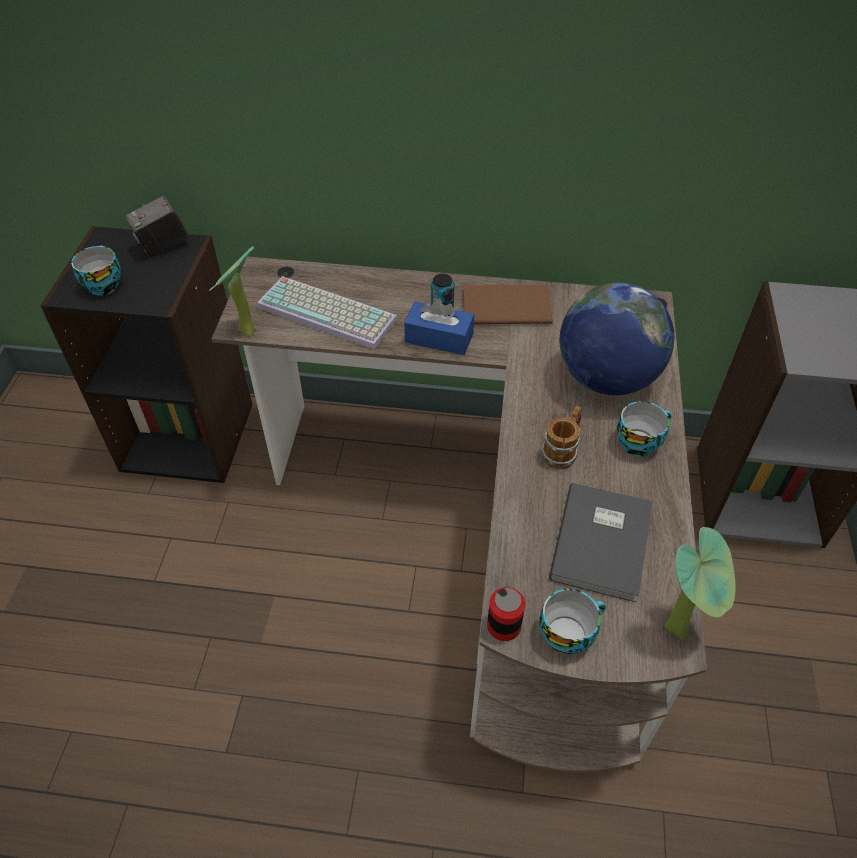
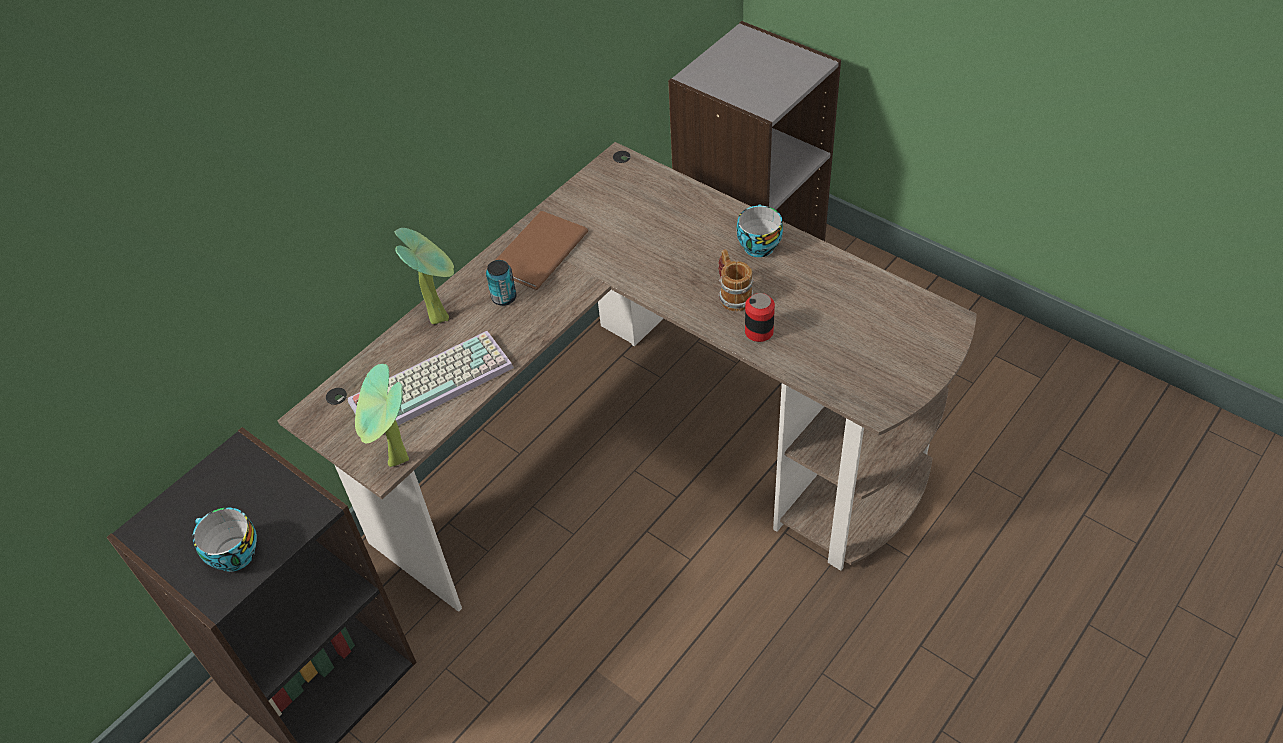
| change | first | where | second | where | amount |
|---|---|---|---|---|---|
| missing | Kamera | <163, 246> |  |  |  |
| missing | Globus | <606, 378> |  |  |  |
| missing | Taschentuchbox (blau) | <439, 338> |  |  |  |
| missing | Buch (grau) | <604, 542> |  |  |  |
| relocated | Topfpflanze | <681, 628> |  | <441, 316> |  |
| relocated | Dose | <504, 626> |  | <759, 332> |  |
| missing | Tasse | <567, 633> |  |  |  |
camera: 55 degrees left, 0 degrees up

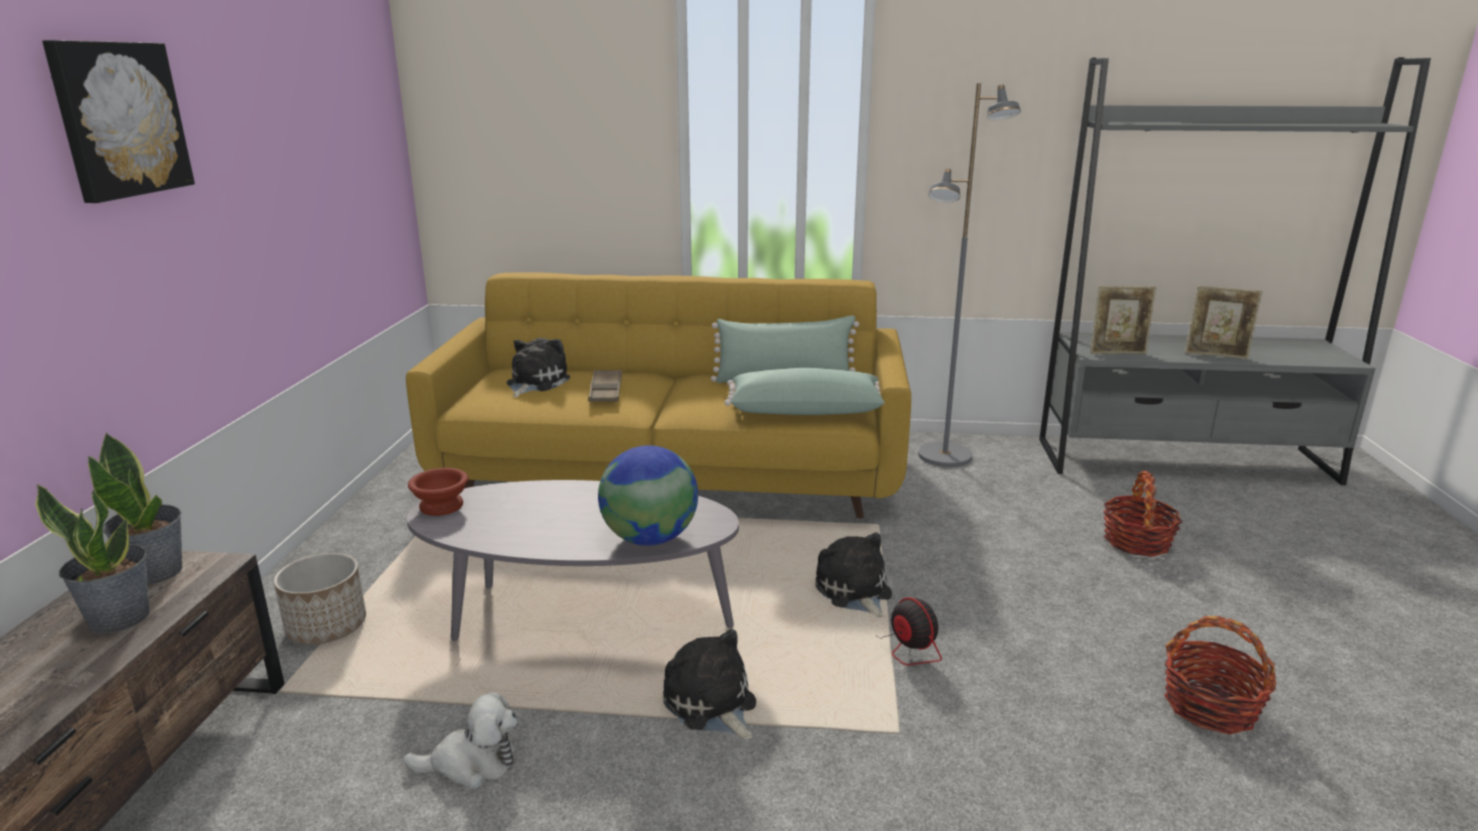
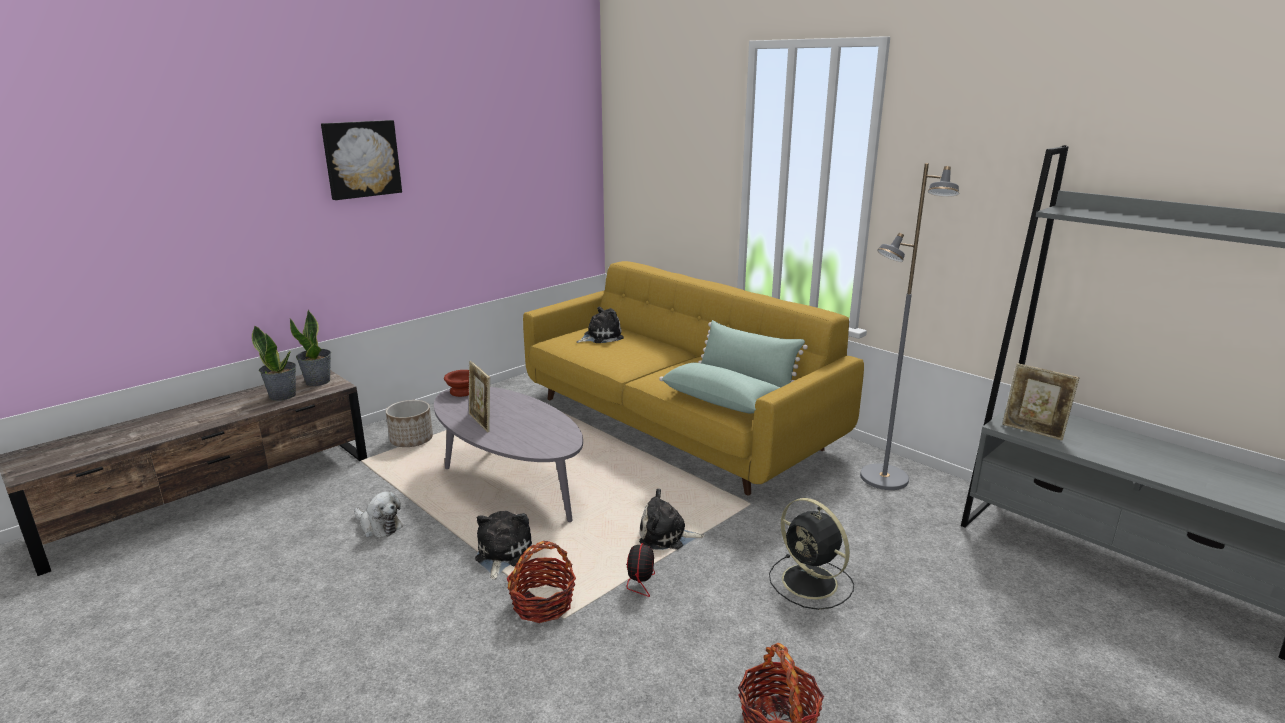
| change | first | where | second | where | amount |
|---|---|---|---|---|---|
| relocated | Bilderrahmen | <1216, 355> |  | <481, 422> |  |
| missing | Tablett (braun) | <606, 391> |  |  |  |
| missing | Globus | <650, 539> |  |  |  |
| relocated | Korb | <1136, 541> |  | <542, 603> |  |
| spun | Plüschtier | <854, 592> |  | <666, 536> | 105 degrees counterclockwise |
| appeared |  |  | Ventilator (schwarz) | <811, 583> |  |
camera: 40 degrees right, 0 degrees up

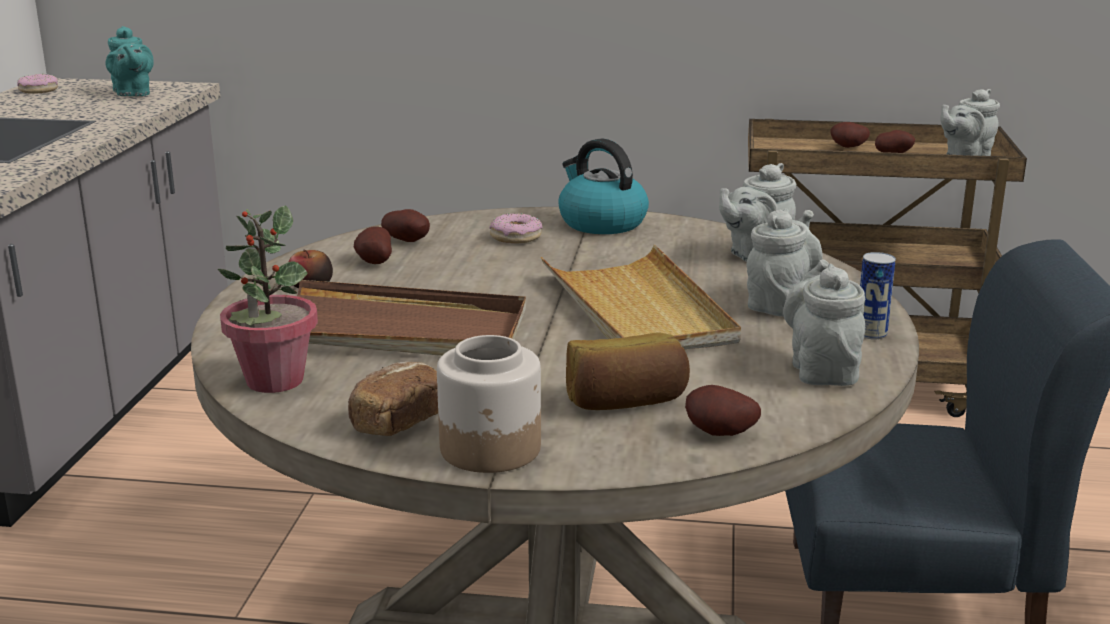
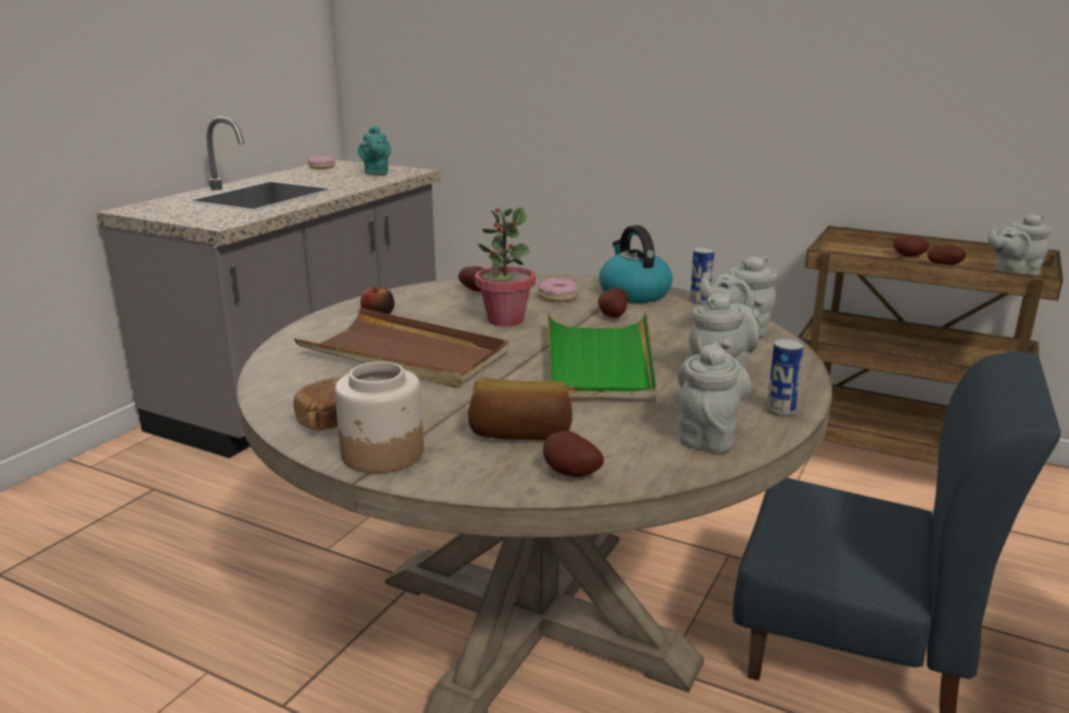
| change | first | where | second | where | amount |
|---|---|---|---|---|---|
| relocated | Topfpflanze | <274, 380> |  | <505, 320> |  |
| relocated | Kartoffel | <373, 263> |  | <611, 316> |  |
| colour | Tablett (beige) | <638, 309> | Tablett (grün) | <599, 363> |  |
| appeared |  |  | Dose | <700, 301> |  |
camera: 20 degrees right, 0 degrees up

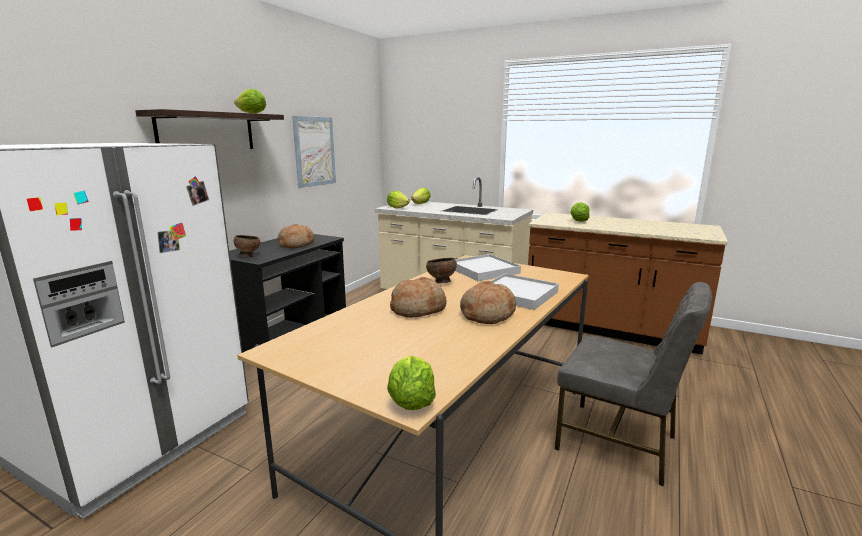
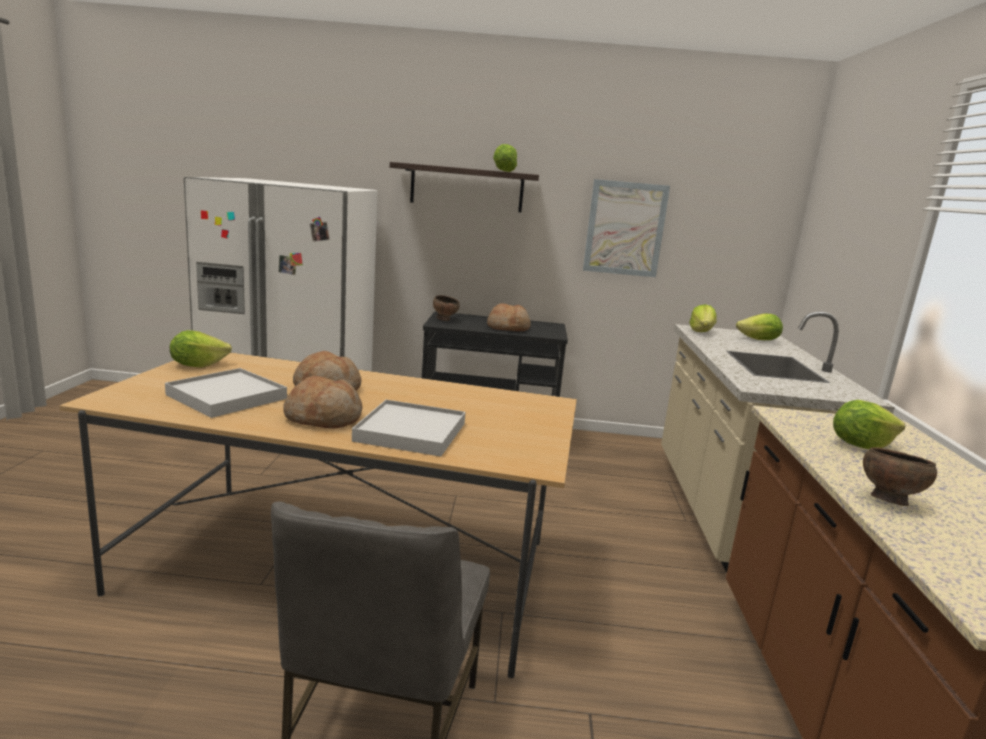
| change | first | where | second | where | amount |
|---|---|---|---|---|---|
| relocated | Tablett (weiß) | <484, 270> |  | <226, 397> |  |
| relocated | Schüssel (braun) | <441, 283> |  | <887, 501> |  |
| relocated | Salatkopf | <411, 401> |  | <198, 365> |  |
camera: 65 degrees right, 0 degrees up

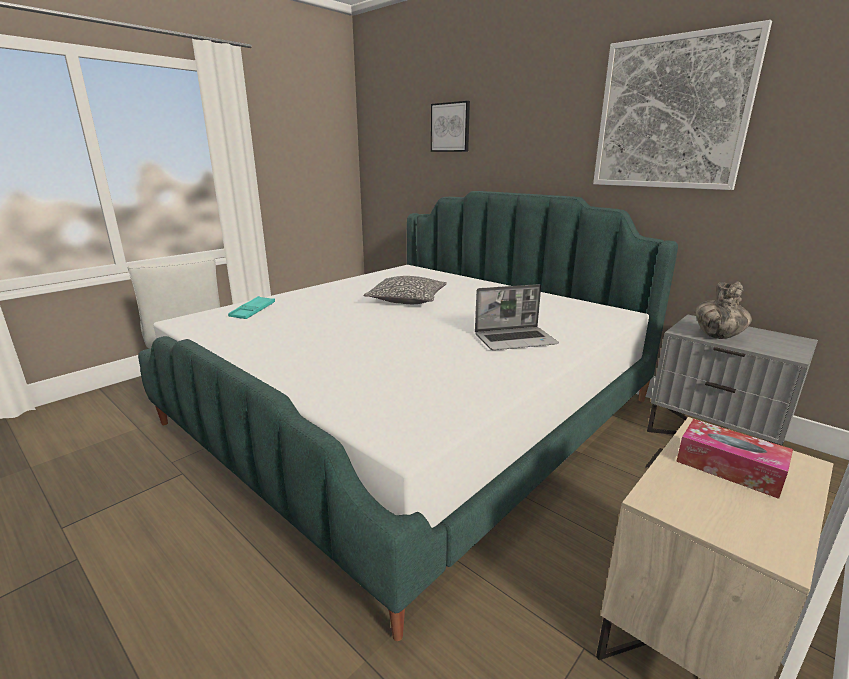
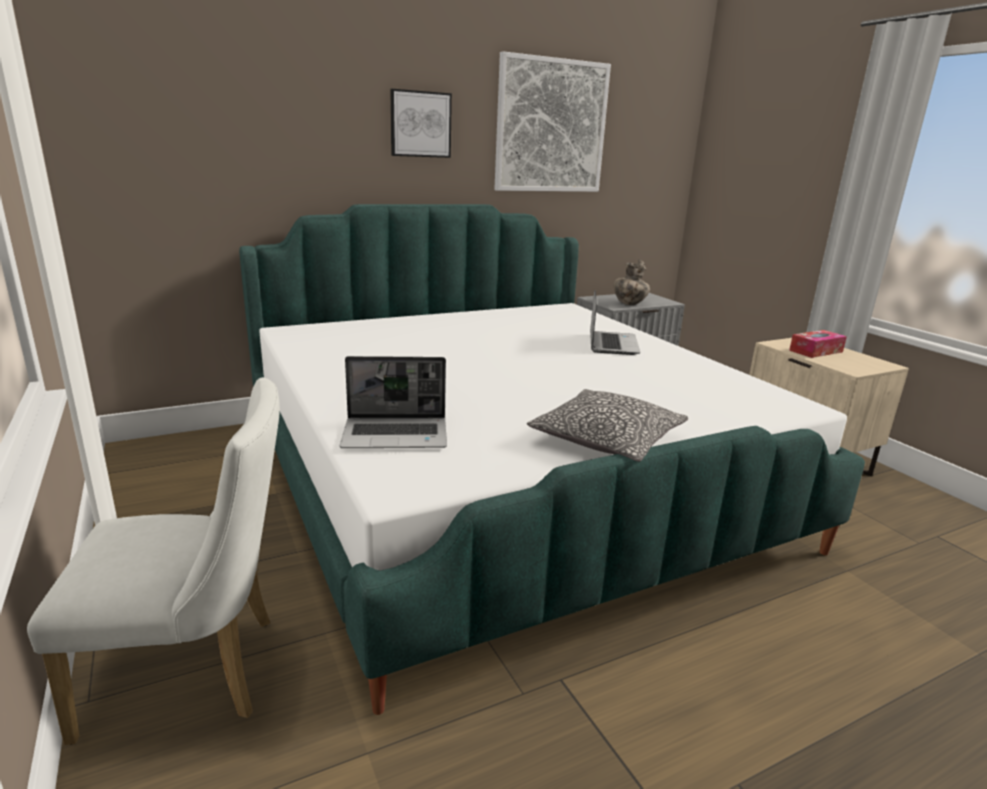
| change | first | where | second | where | amount |
|---|---|---|---|---|---|
| relocated | Bild | <450, 127> |  | <420, 124> |  |
| relocated | Kissen | <407, 300> |  | <607, 440> |  |
| exchanged | Tablett (türkis) | <253, 311> | Laptop | <397, 435> |  |
camera: 70 degrees left, 0 degrees up

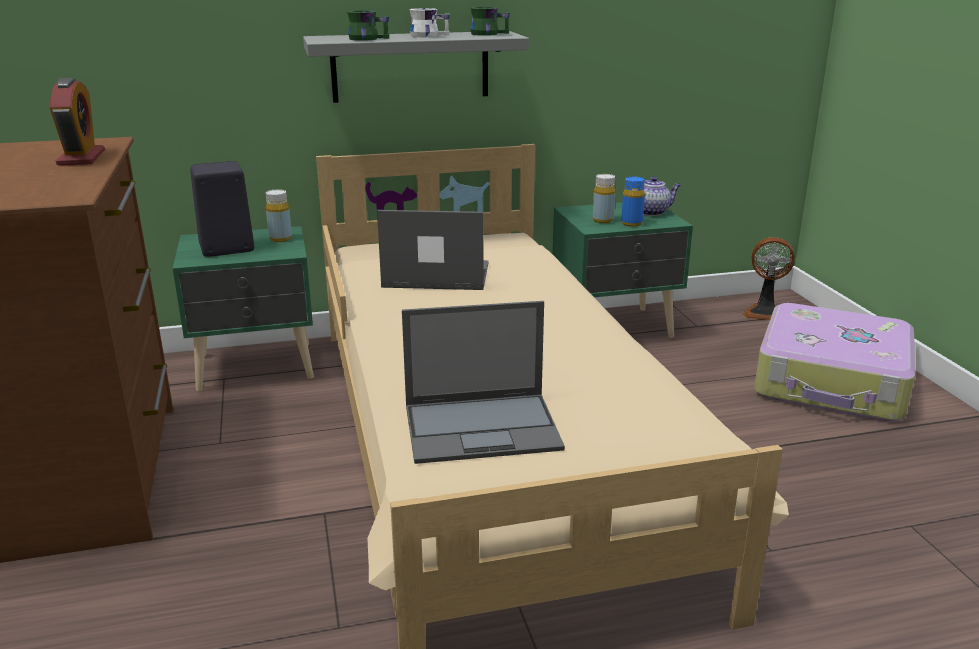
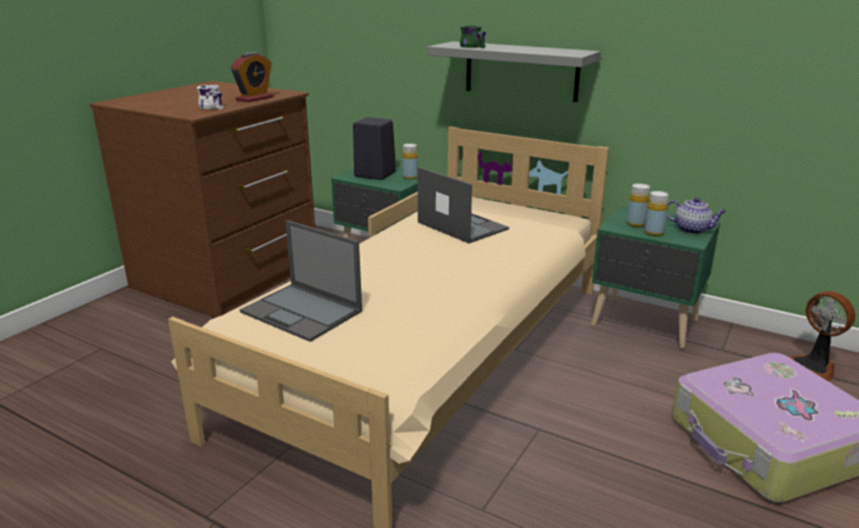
| change | first | where | second | where | amount |
|---|---|---|---|---|---|
| missing | Henkelbecher (grün) | <488, 34> |  |  |  |
| relocated | Henkelbecher (weiß) | <428, 35> |  | <214, 107> |  |
| colour | Flasche (blau) | <631, 223> | Flasche (gelb) | <653, 233> |  |
camera: 45 degrees right, 0 degrees up

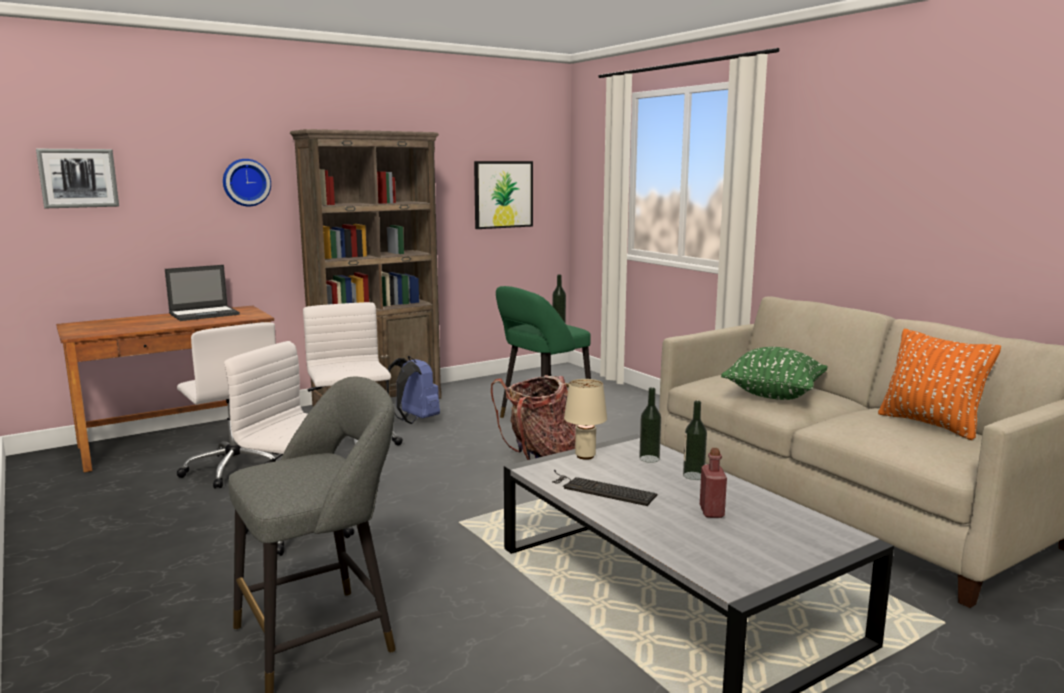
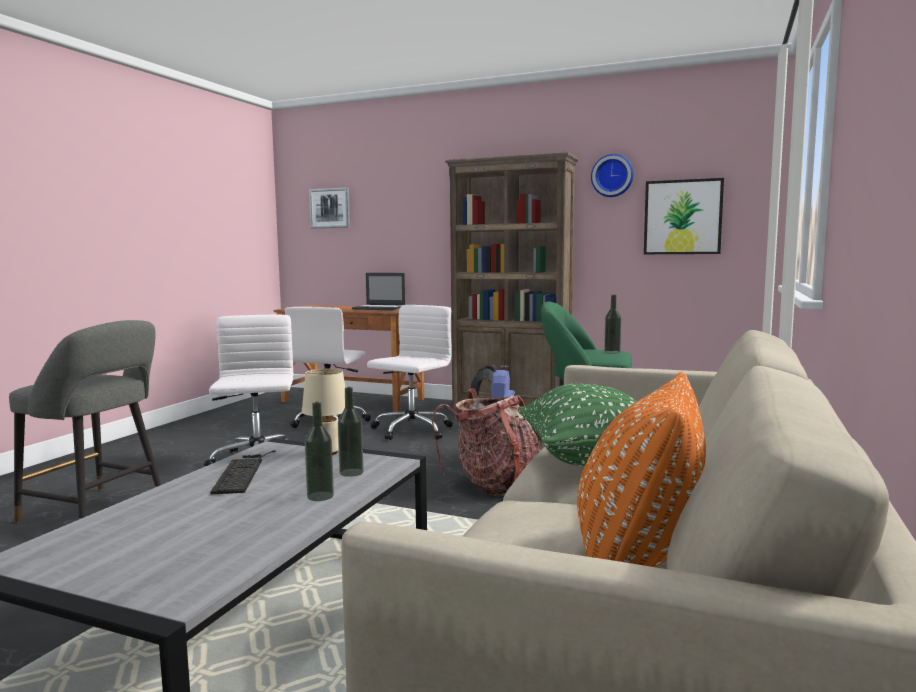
| change | first | where | second | where | amount |
|---|---|---|---|---|---|
| relocated | Wanduhr | <246, 182> |  | <612, 176> |  |
| missing | Flasche (rot) | <711, 511> |  |  |  |
camera: 55 degrees right, 5 degrees down

